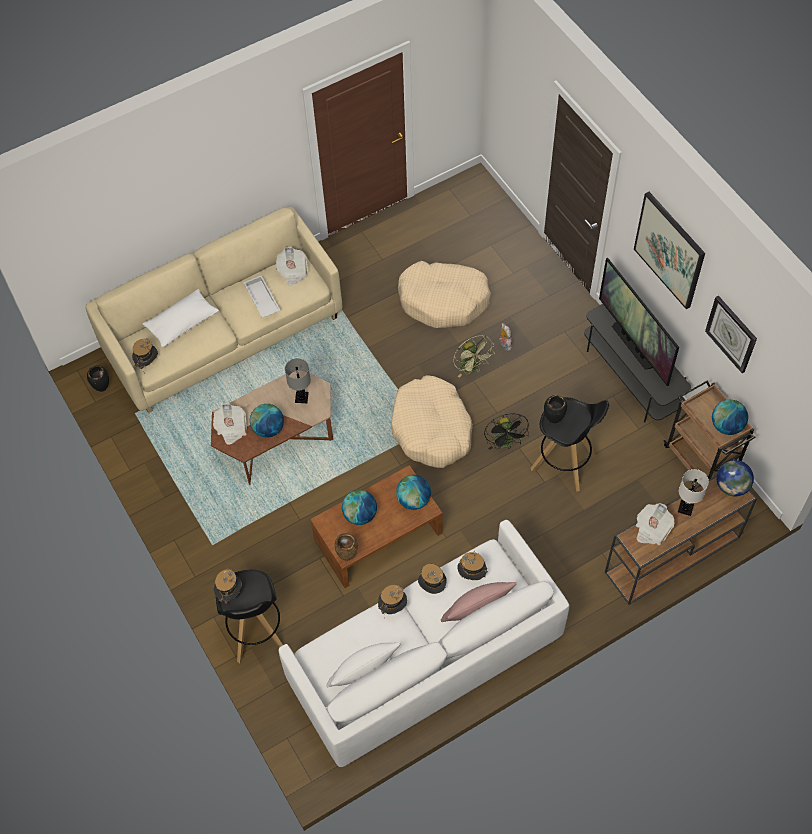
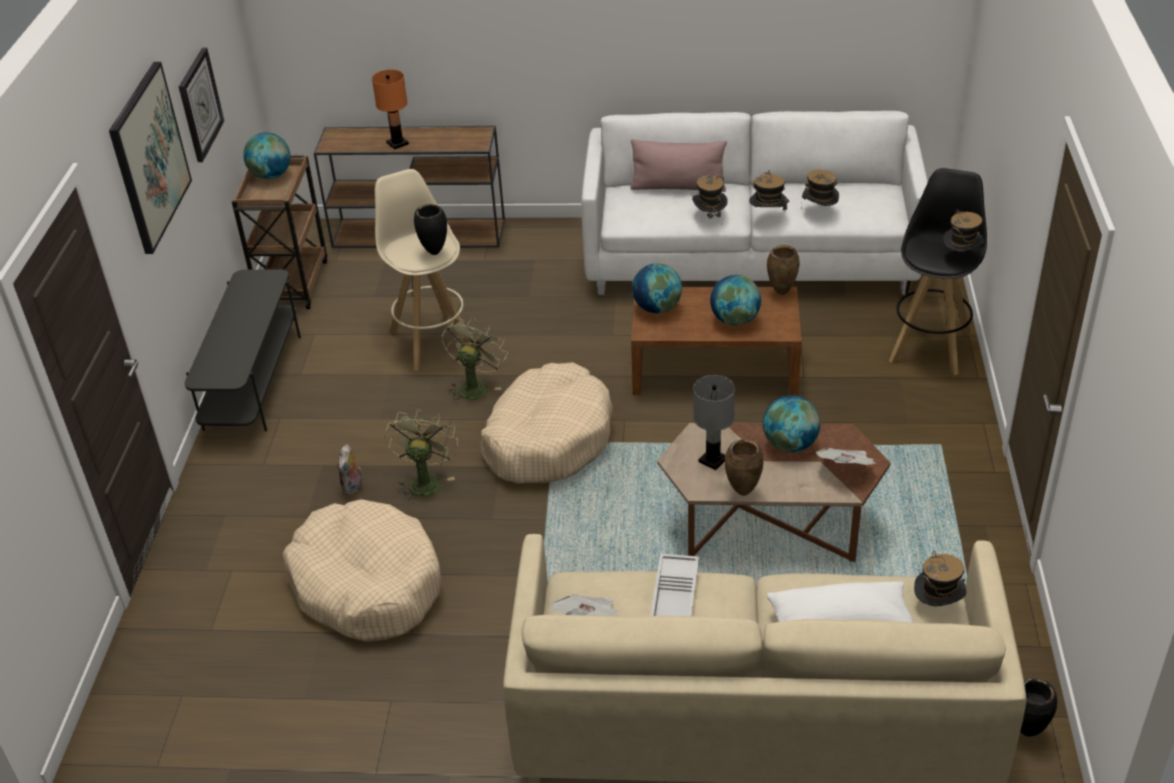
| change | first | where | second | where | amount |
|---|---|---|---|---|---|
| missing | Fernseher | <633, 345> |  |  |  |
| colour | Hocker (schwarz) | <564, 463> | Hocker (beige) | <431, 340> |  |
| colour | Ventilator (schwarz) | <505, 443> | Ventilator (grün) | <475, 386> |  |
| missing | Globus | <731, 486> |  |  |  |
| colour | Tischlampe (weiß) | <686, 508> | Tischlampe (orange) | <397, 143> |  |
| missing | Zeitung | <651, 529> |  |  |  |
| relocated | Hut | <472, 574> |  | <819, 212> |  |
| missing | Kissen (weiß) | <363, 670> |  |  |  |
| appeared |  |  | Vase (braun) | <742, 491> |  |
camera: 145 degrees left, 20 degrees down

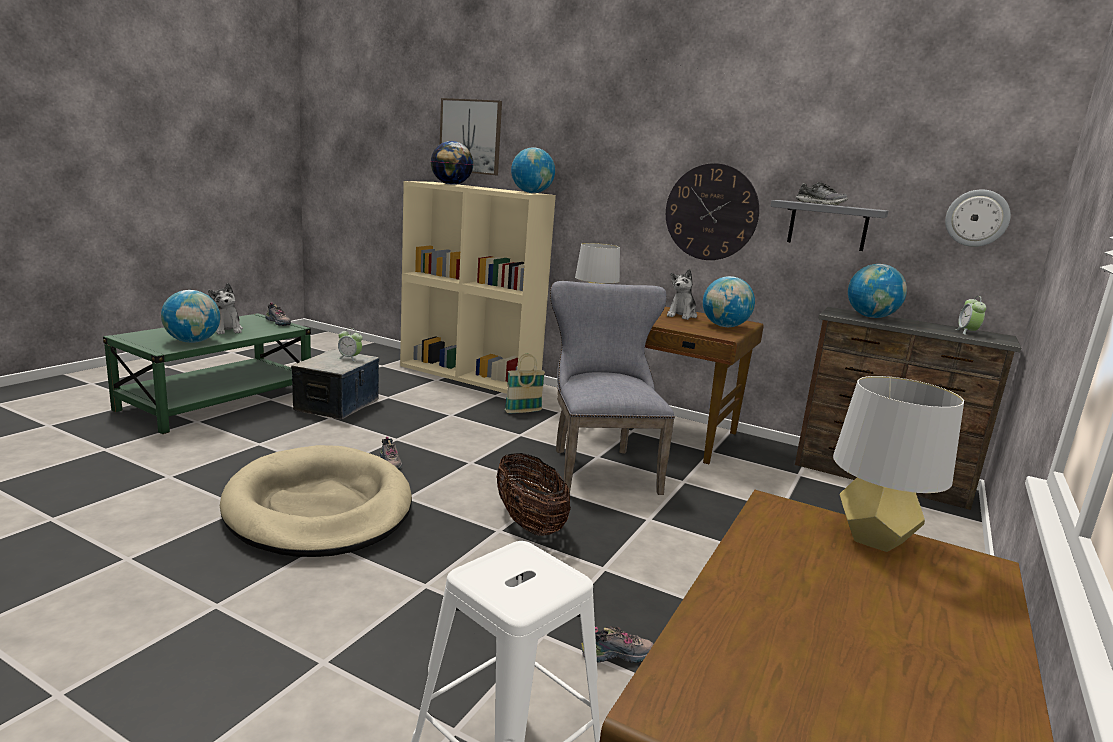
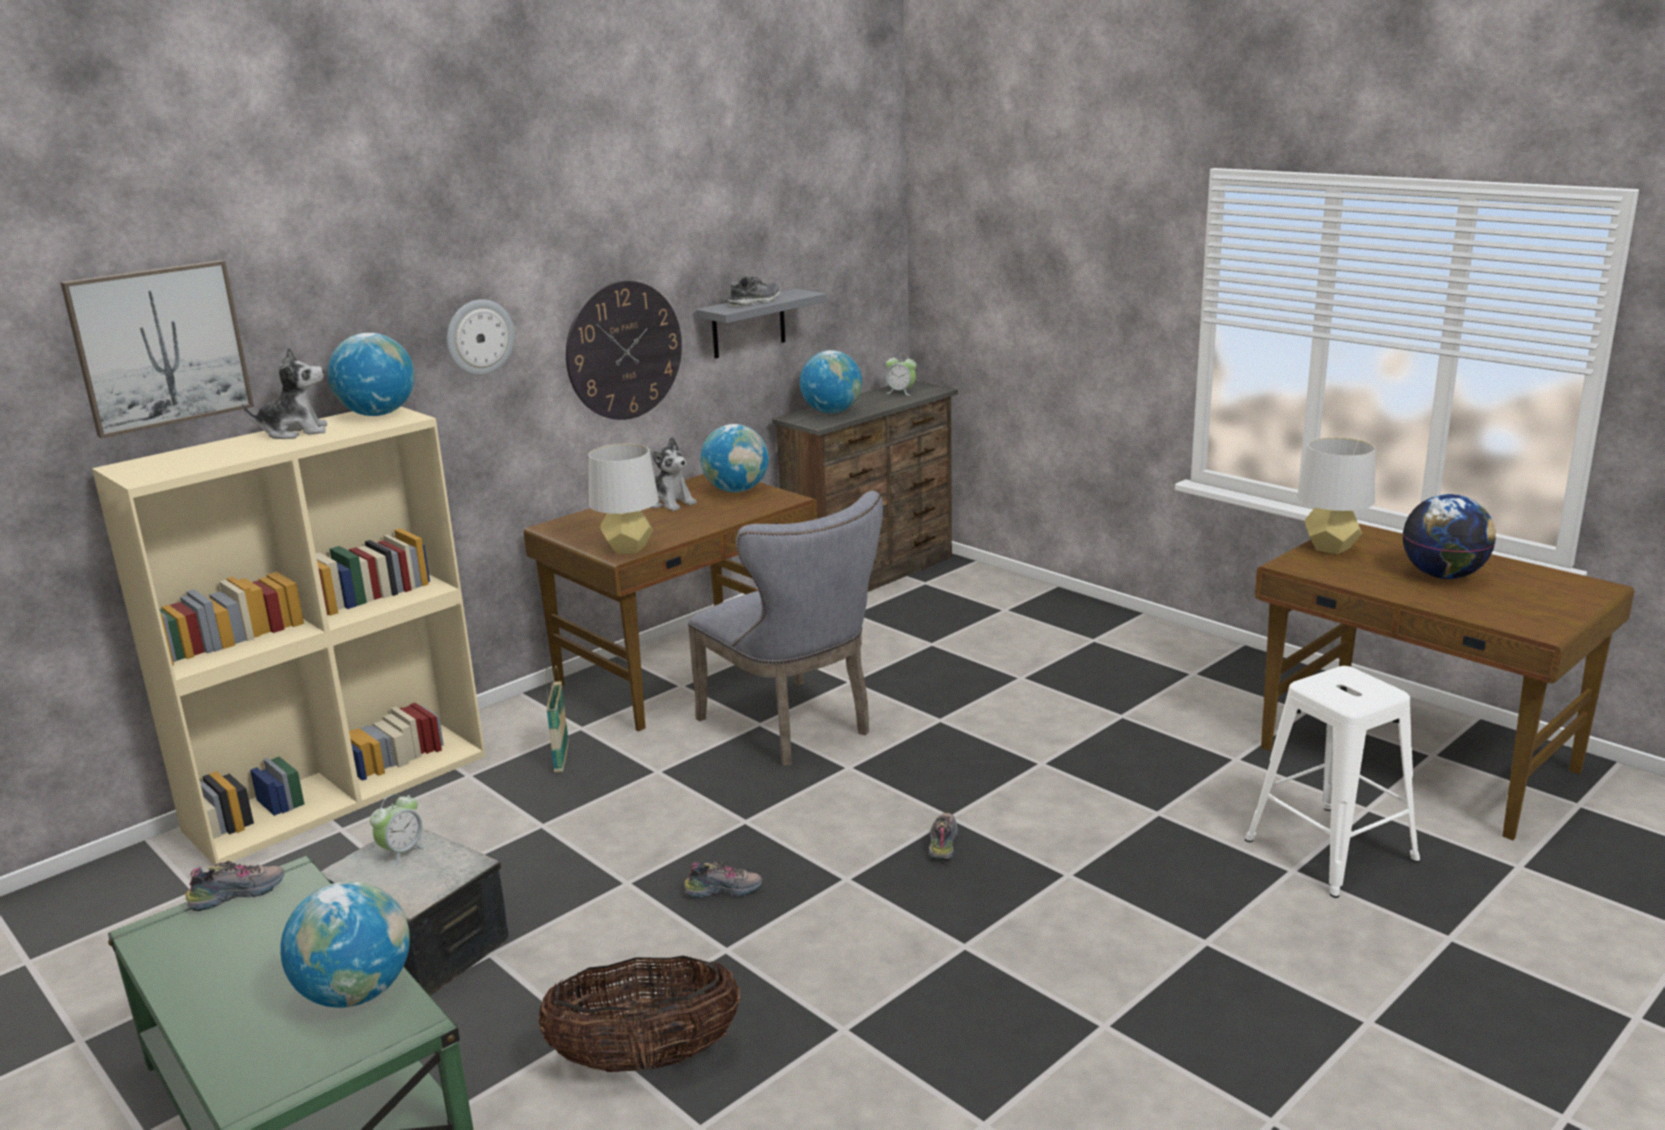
| change | first | where | second | where | amount |
|---|---|---|---|---|---|
| relocated | Globus | <451, 184> |  | <1443, 576> |  |
| relocated | Wanduhr | <977, 218> |  | <479, 337> |  |
| spun | Stuhl (grau) | <599, 467> |  | <794, 727> | 135 degrees counterclockwise |
| relocated | Plüschtier | <227, 330> |  | <295, 432> |  |
| missing | Hundebett (beige) | <319, 508> |  |  |  |
| relocated | Korb | <529, 523> |  | <646, 1059> |  |
| relocated | Schuh | <617, 655> |  | <942, 843> |  |
camera: 70 degrees left, 5 degrees up

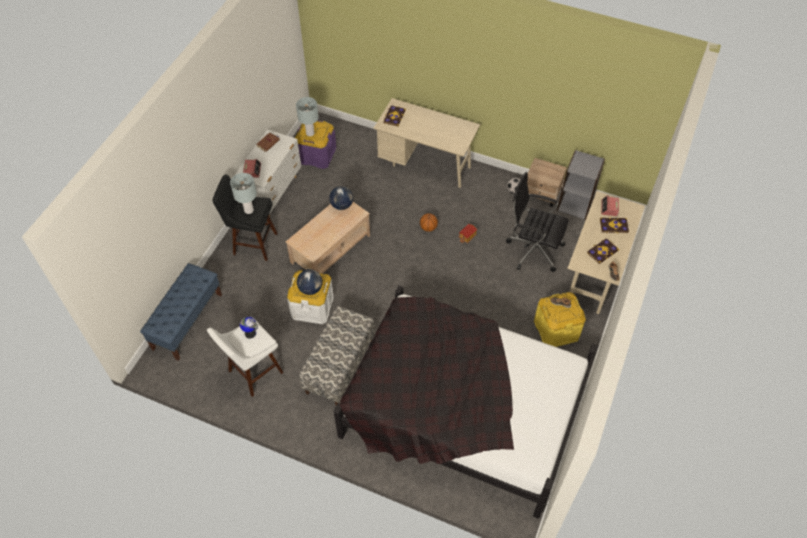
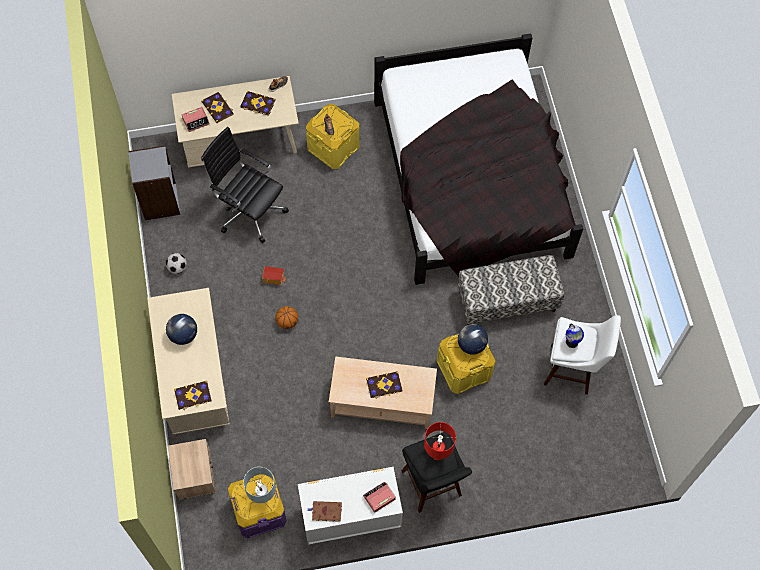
| change | first | where | second | where | amount |
|---|---|---|---|---|---|
| relocated | Nachttisch (beige) | <542, 194> |  | <196, 477> |  |
| spun | Bürostuhl (schwarz) | <533, 249> |  | <249, 211> | 135 degrees clockwise |
| colour | Tischlampe (grau) | <248, 210> | Tischlampe (rot) | <437, 454> |  |
| relocated | Globus | <342, 205> |  | <183, 335> |  |
| missing | Bank (blau) | <187, 321> |  |  |  |
| colour | Aufbewahrungsbox (weiß) | <312, 307> | Aufbewahrungsbox (gelb) | <464, 369> |  |
| appeared |  |  | Buch | <384, 385> |  |
camera: 125 degrees left, 10 degrees up

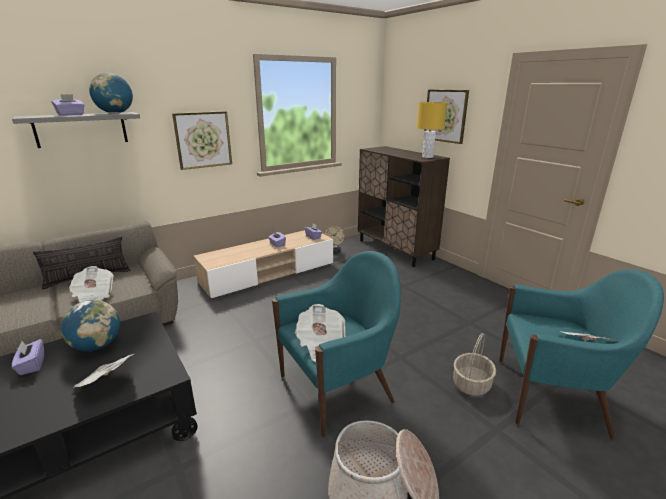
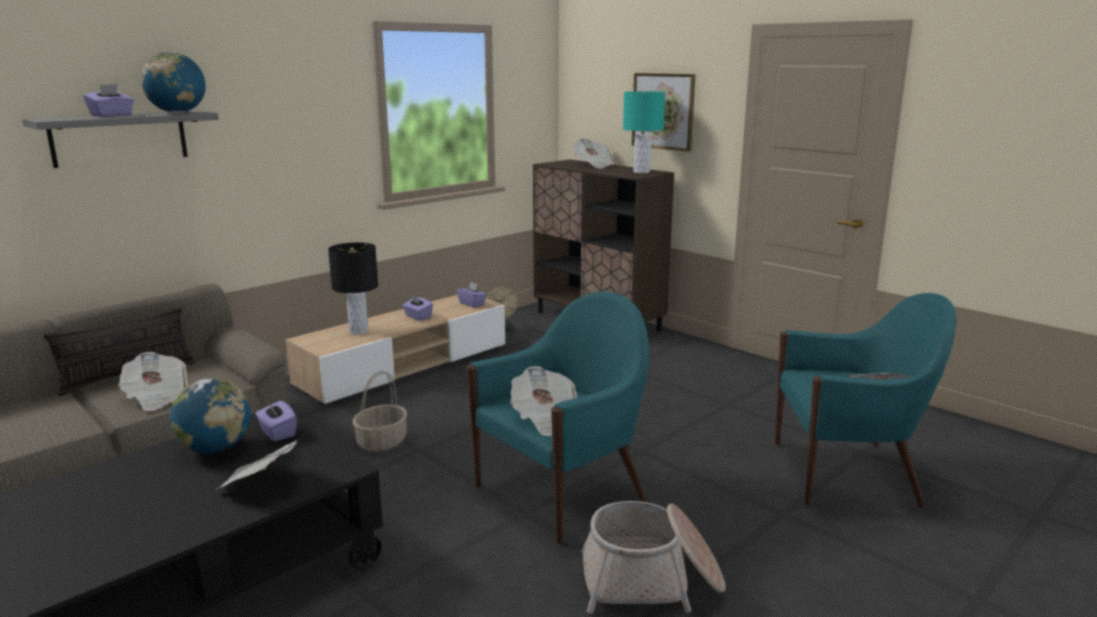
| change | first | where | second | where | amount |
|---|---|---|---|---|---|
| colour | Tischlampe (gelb) | <427, 157> | Tischlampe (türkis) | <641, 172> |  |
| missing | Bild | <203, 140> |  |  |  |
| relocated | Korb | <471, 384> |  | <382, 442> |  |
| relocated | Taschentuchbox (lila) | <32, 365> |  | <277, 433> |  |
| appeared |  |  | Zeitung | <593, 165> |  |
| appeared |  |  | Tischlampe (schwarz) | <359, 331> |  |
camera: 10 degrees left, 5 degrees down

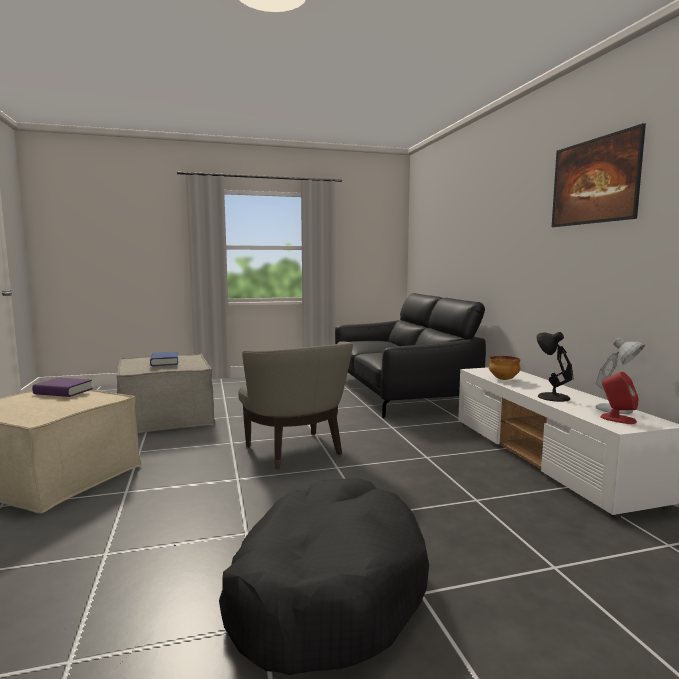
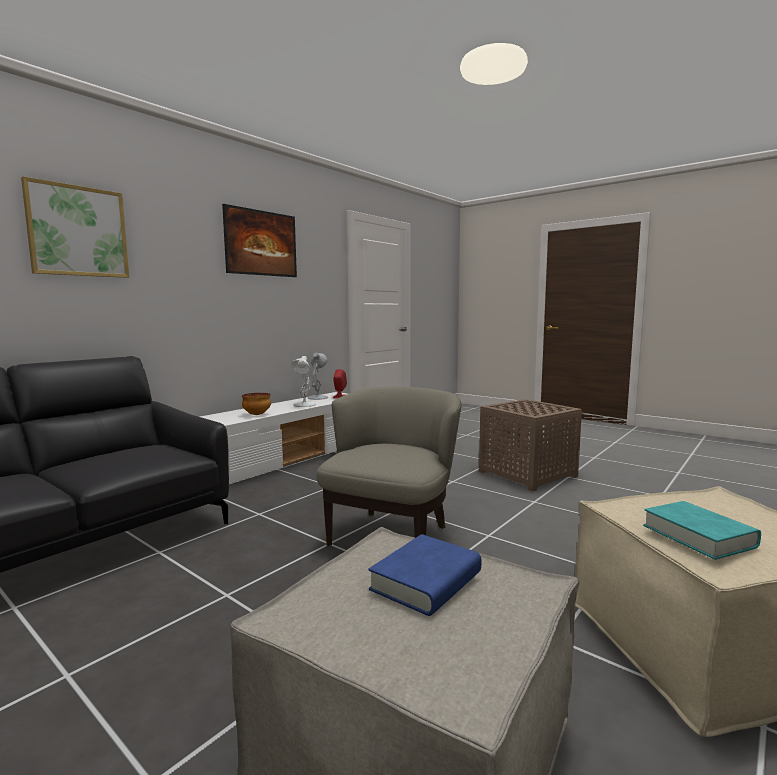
| change | first | where | second | where | amount |
|---|---|---|---|---|---|
| colour | Tischlampe (schwarz) | <551, 397> | Tischlampe (weiß) | <304, 405> |  |
| colour | Buch (lila) | <63, 392> | Buch (türkis) | <698, 536> |  |
| exchanged | Hundebett (schwarz) | <326, 589> | Beistelltisch (braun) | <527, 473> |  |
| appeared |  |  | Bild | <78, 231> |  |
camera: 125 degrees left, 0 degrees up

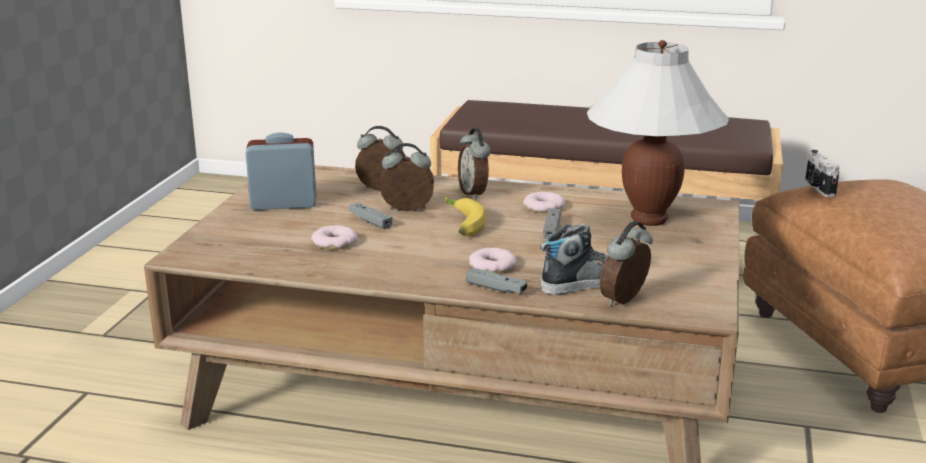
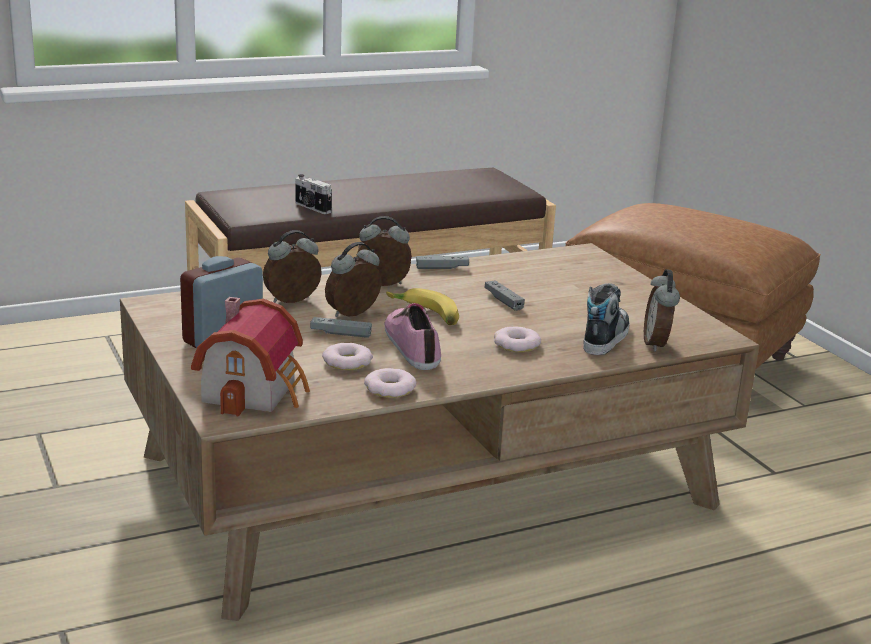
| change | first | where | second | where | amount |
|---|---|---|---|---|---|
| missing | Tischlampe (weiß) | <649, 219> |  |  |  |
| spun | Wecker | <474, 193> |  | <382, 285> | 150 degrees clockwise |
| relocated | Kamera | <818, 188> |  | <312, 208> |  |
| relocated | Donut | <544, 207> |  | <390, 389> |  |
| relocated | Gamepad (grau) | <496, 288> |  | <442, 268> |  |
| appeared |  |  | Spielzeughaus | <256, 391> |  |
| appeared |  |  | Schuh | <413, 345> |  |
camera: 40 degrees left, 0 degrees up

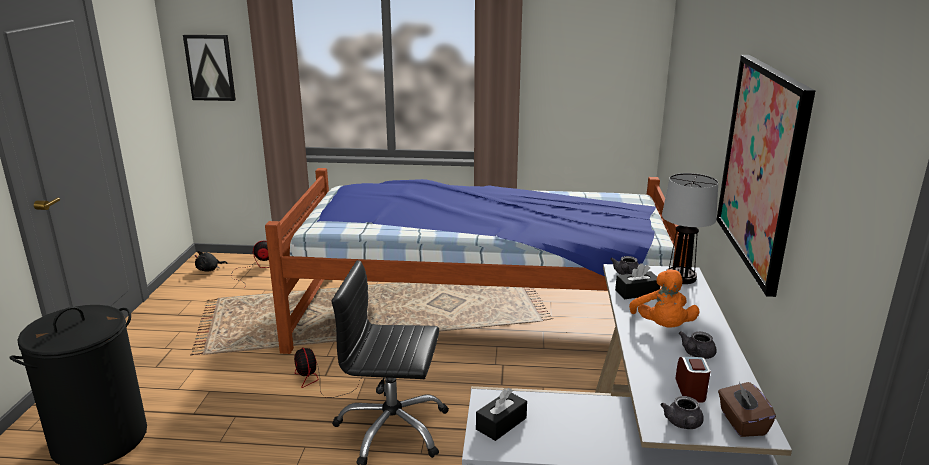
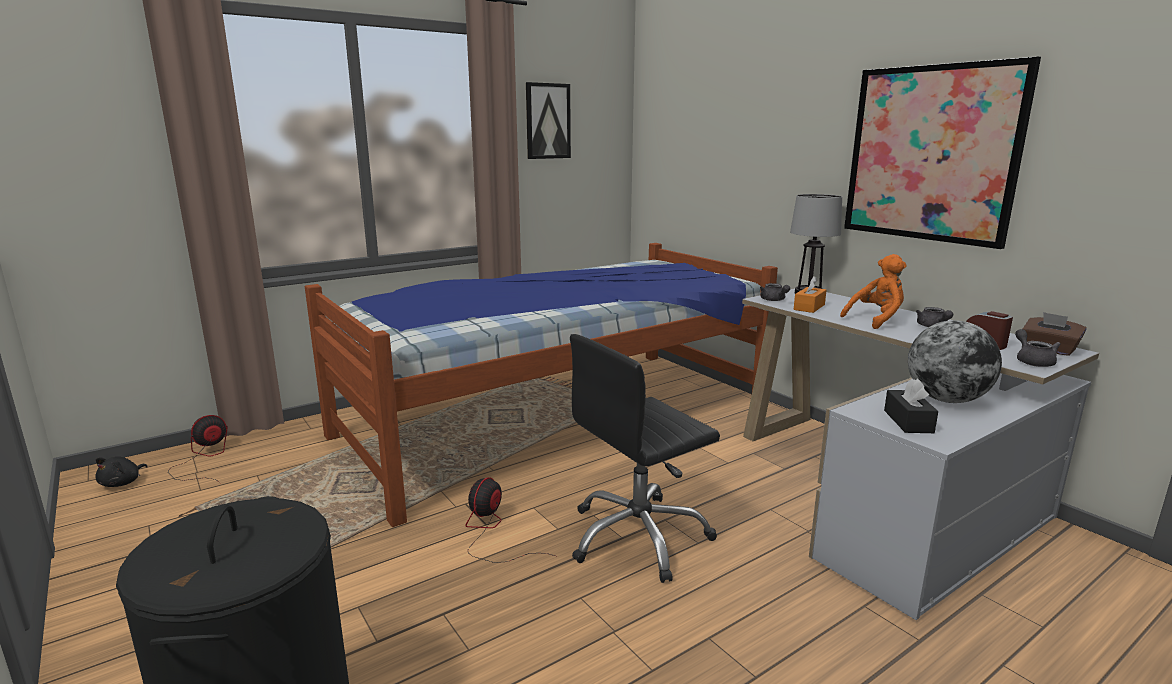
| change | first | where | second | where | amount |
|---|---|---|---|---|---|
| relocated | Bild | <210, 67> |  | <547, 121> |  |
| colour | Taschentuchbox (schwarz) | <637, 292> | Taschentuchbox (orange) | <809, 307> |  |
| spun | Plüschtier (orange) | <662, 327> |  | <876, 320> | 75 degrees counterclockwise |
| spun | Ventilator | <321, 382> |  | <491, 532> | 90 degrees clockwise |
| spun | Teekanne (grau) | <683, 424> |  | <1032, 361> | 150 degrees counterclockwise |
| appeared |  |  | Globus | <946, 400> |  |
camera: 40 degrees left, 5 degrees down

